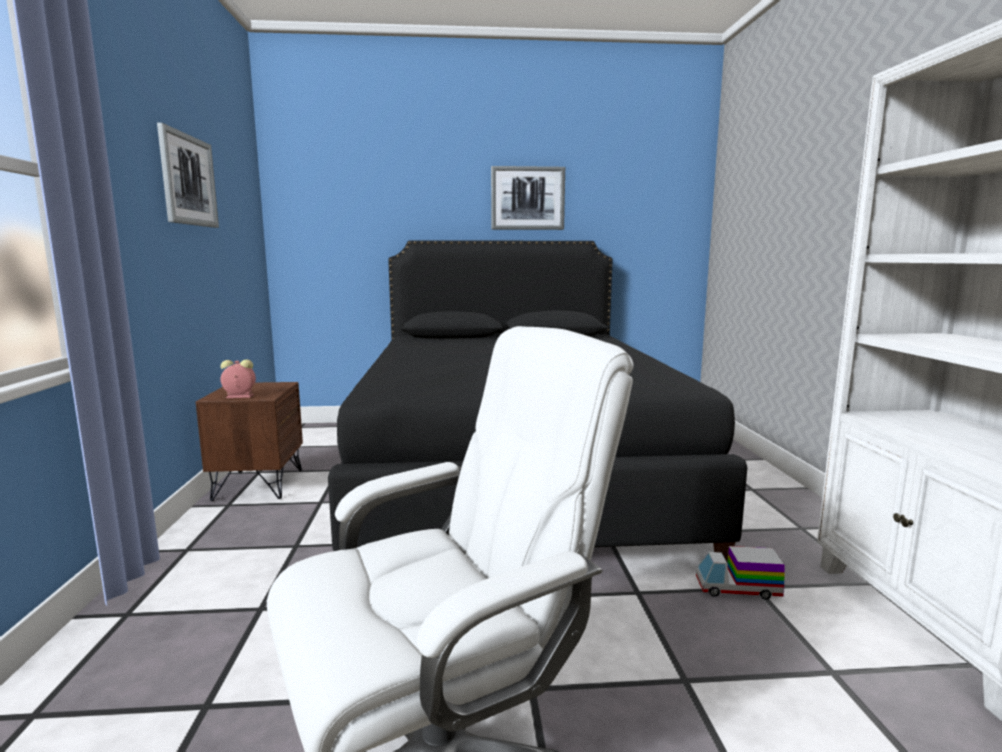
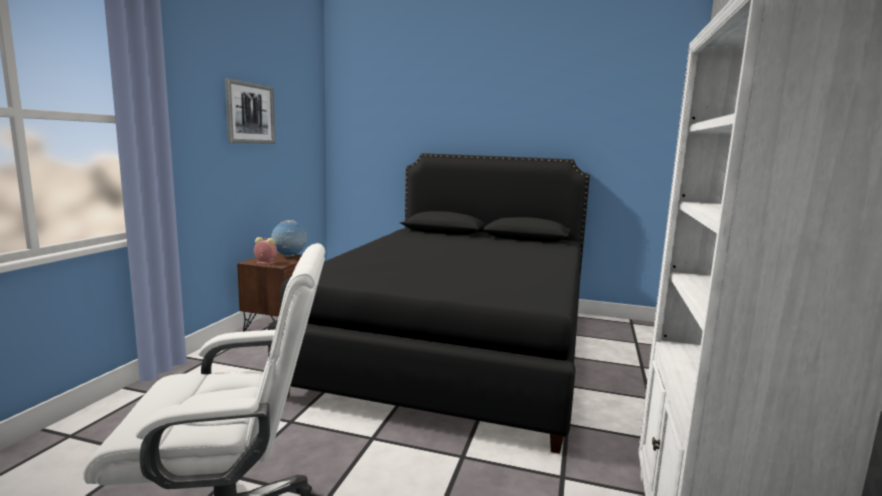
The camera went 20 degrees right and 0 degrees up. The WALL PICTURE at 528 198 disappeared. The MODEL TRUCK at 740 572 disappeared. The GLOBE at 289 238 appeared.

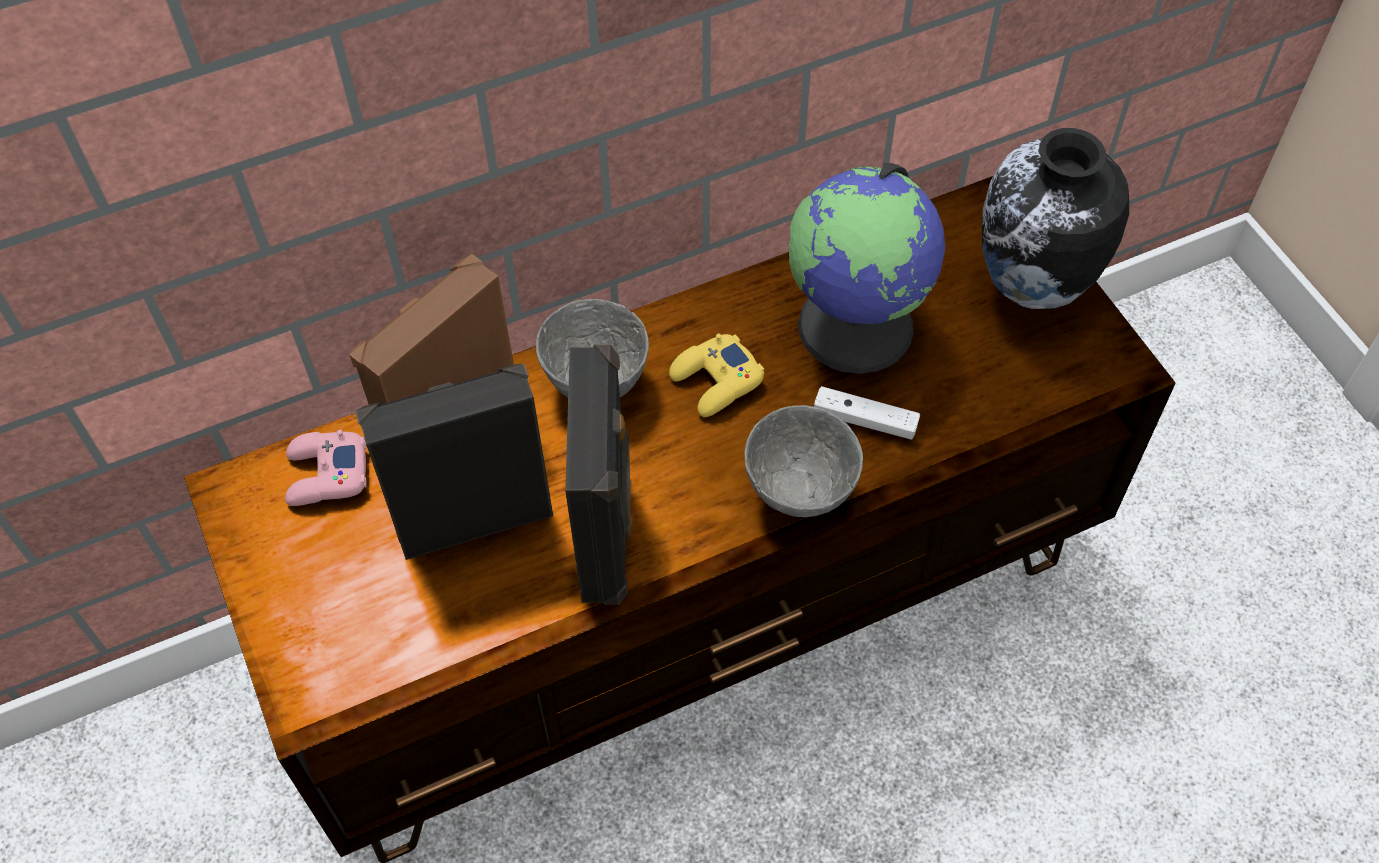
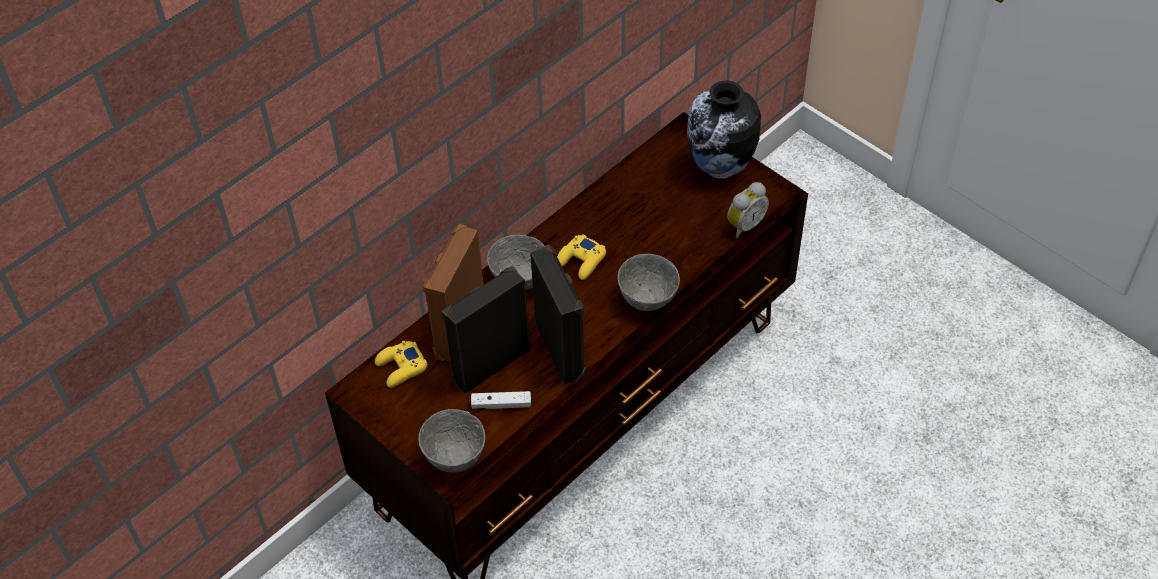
The camera went 20 degrees left and 5 degrees down. The PINK-COLOURED JOYPAD at 326 467 became the YELLOWISH JOYPAD at 401 364. The GLOBE at 867 268 disappeared. The WHITE JOYPAD moved from 867 413 to 501 400. The GREYISH DEEP DISH at 451 441 appeared. The TABLE CLOCK at 748 210 appeared.

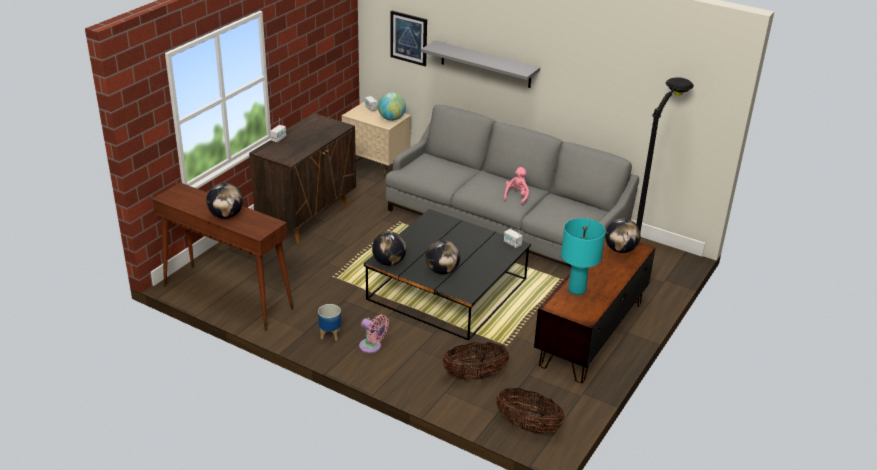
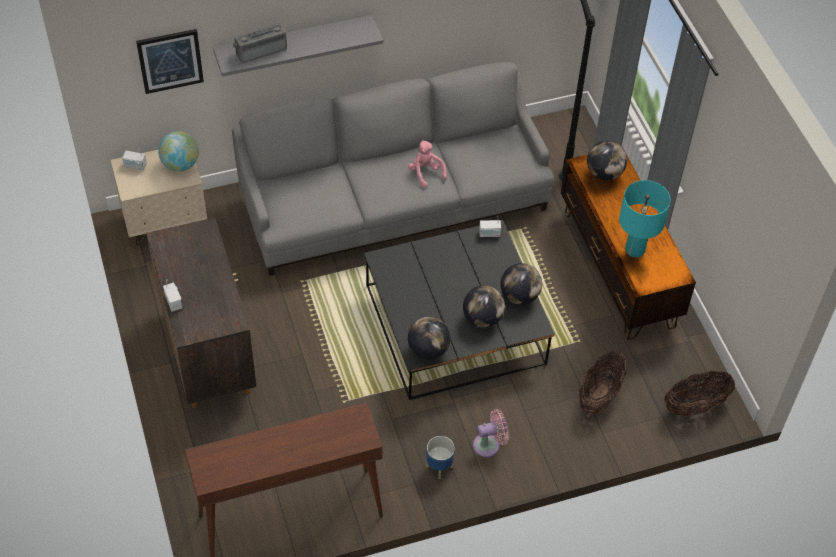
The camera went 50 degrees left and 20 degrees up. The GLOBE moved from 224 201 to 521 284. The RADIO RECEIVER at 260 43 appeared.

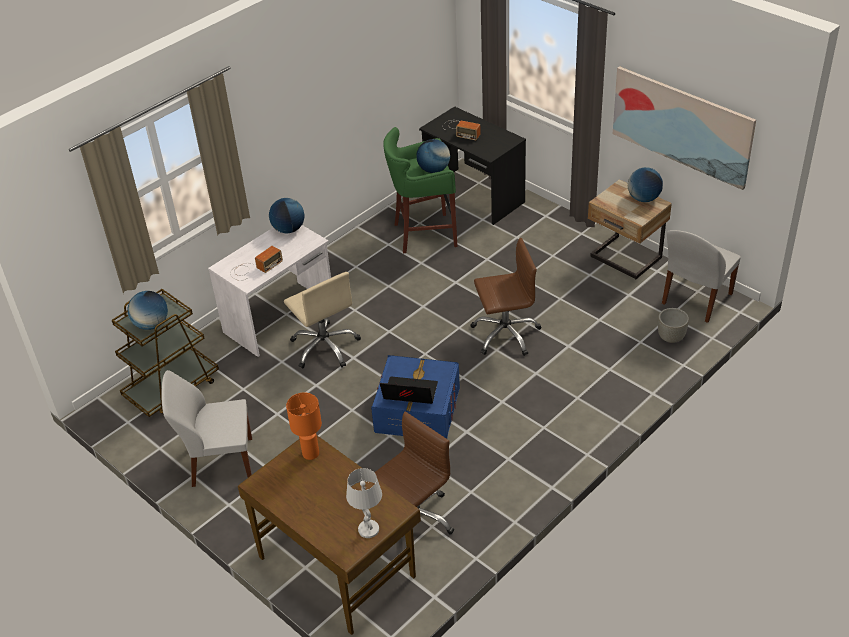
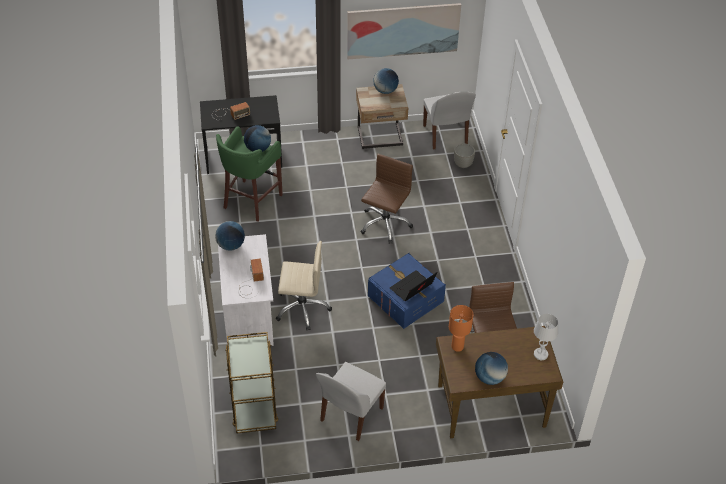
The camera went 55 degrees left and 5 degrees up. The GLOBE moved from 148 310 to 491 368.

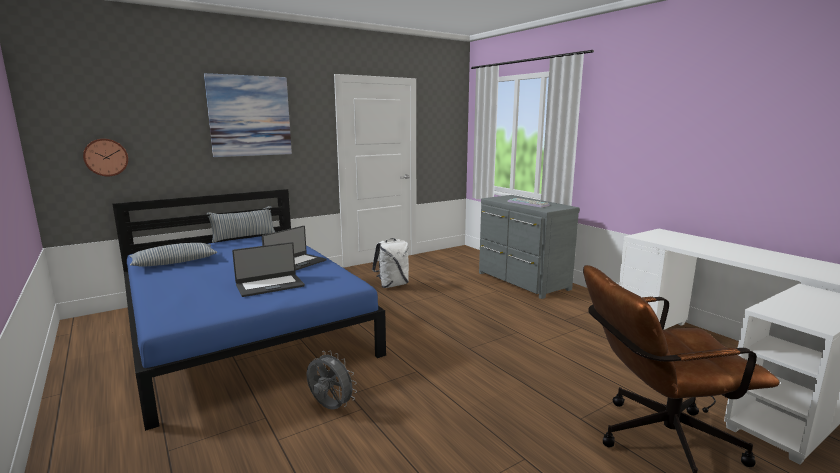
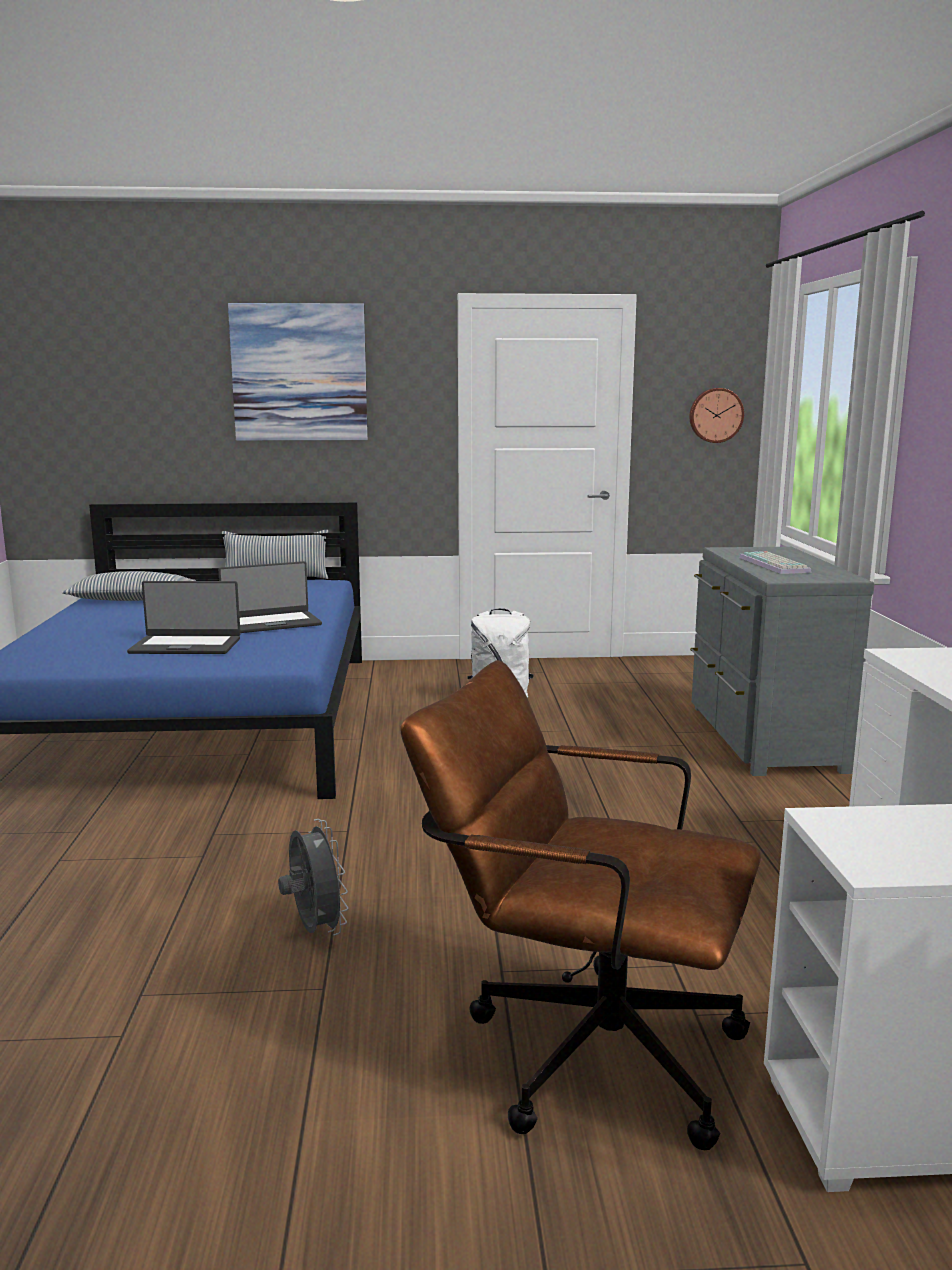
The camera went 30 degrees right and 0 degrees up. The HANGING CLOCK moved from 105 157 to 716 415. The GREYISH FAN moved from 331 380 to 313 877.

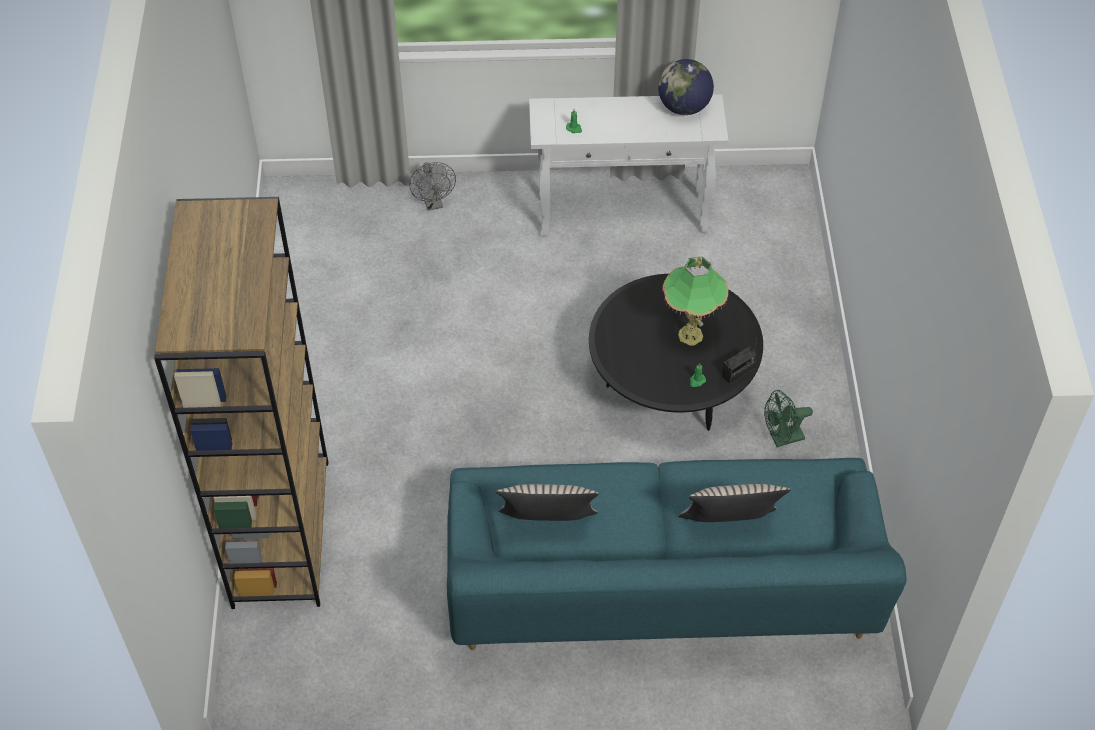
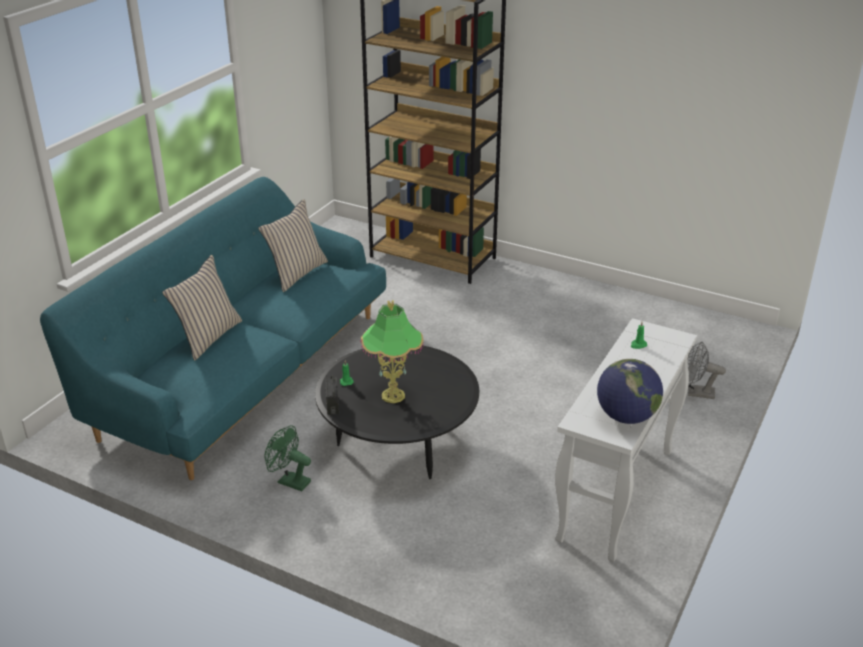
The camera went 120 degrees right and 20 degrees down. The GREEN-COLOURED FAN at 788 418 turned 75 degrees counterclockwise.

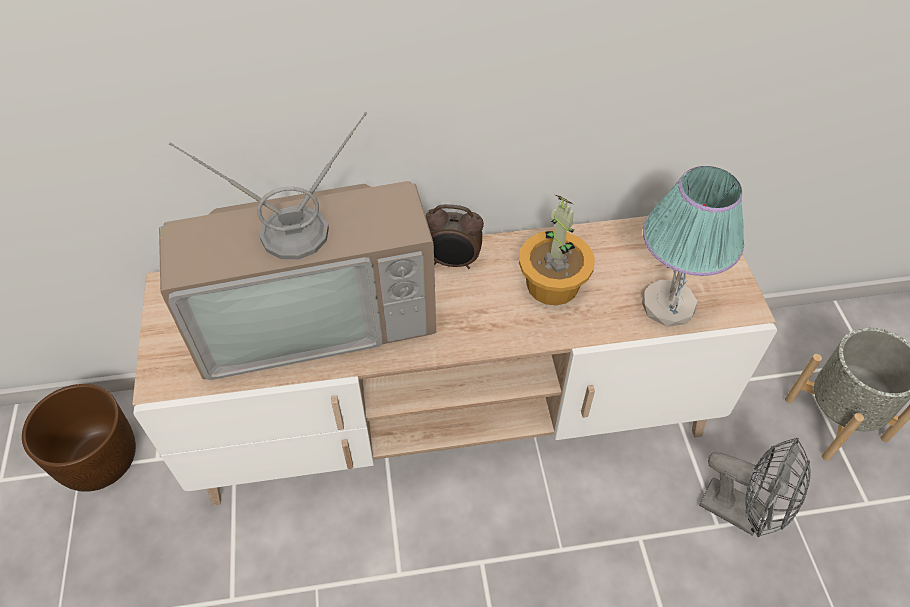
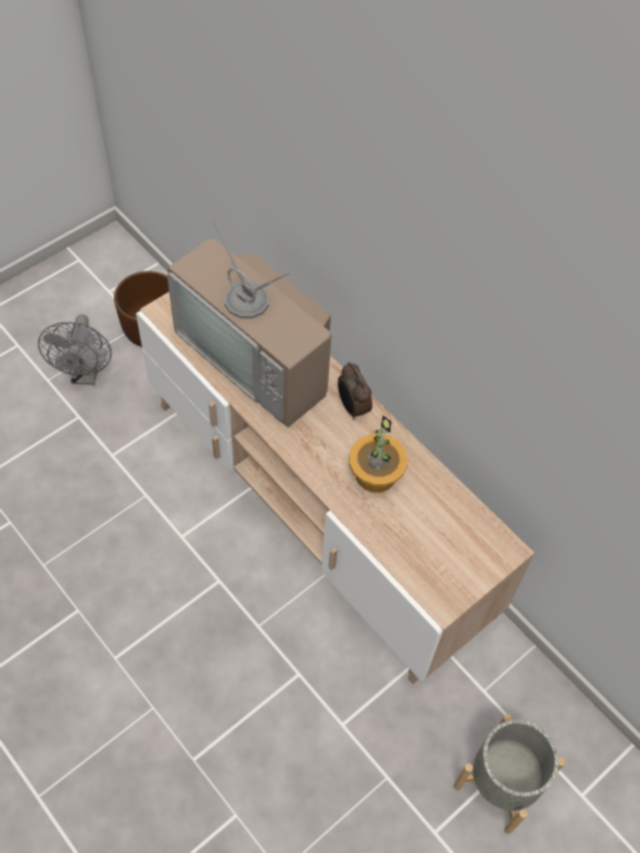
The camera went 55 degrees right and 5 degrees up. The TABLE LAMP at 693 246 disappeared. The GREYISH FAN moved from 755 488 to 75 349.

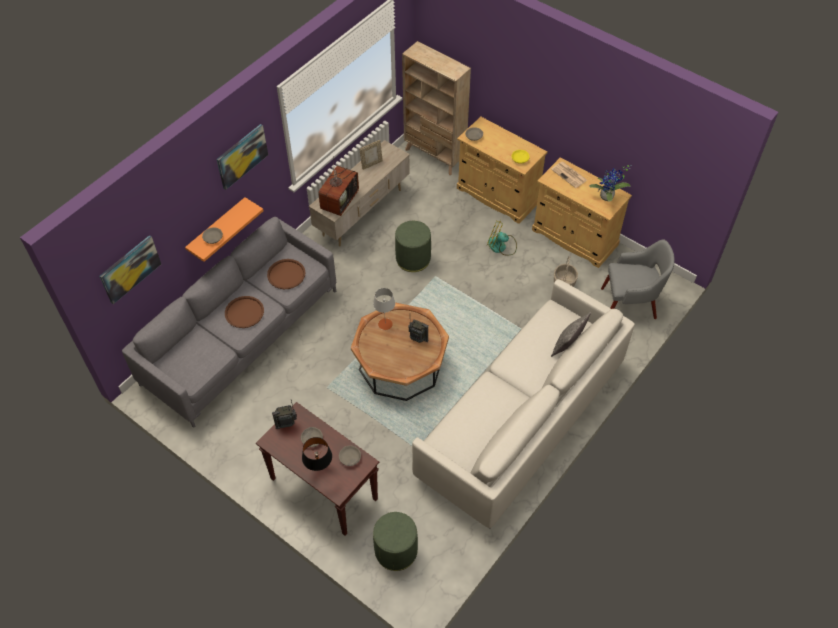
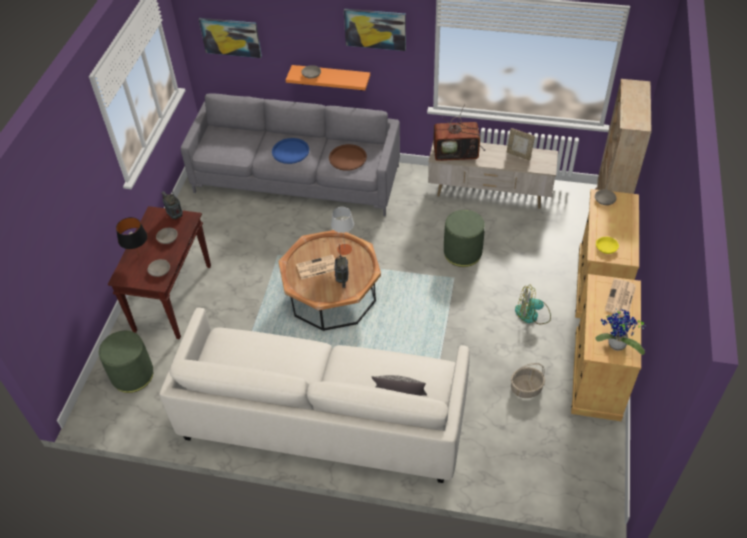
The camera went 65 degrees right and 5 degrees down. The BROWN-COLOURED SERVING TRAY at 244 312 became the BLUISH SERVING TRAY at 290 151. The FAN at 502 237 turned 75 degrees counterclockwise. The GREYISH EASY CHAIR at 637 279 disappeared. The PRINTED PAPER at 315 267 appeared.

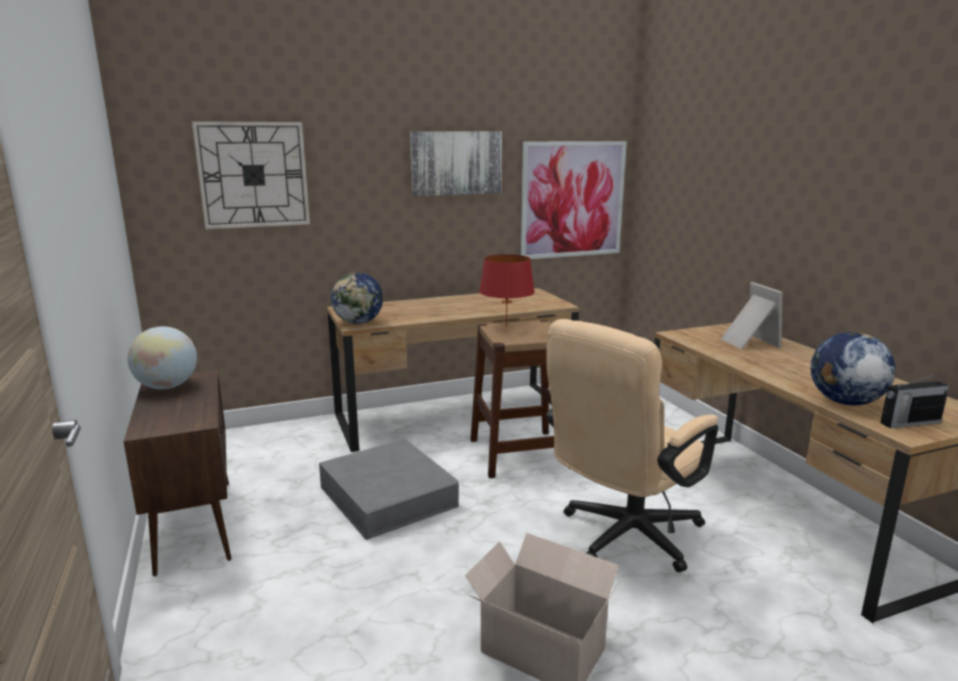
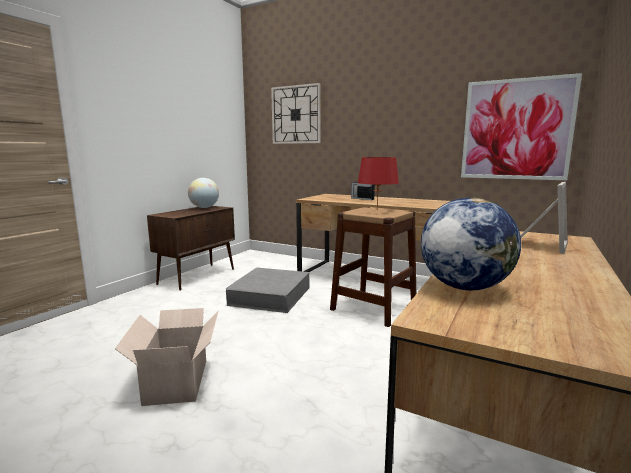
The camera went 50 degrees right and 5 degrees down. The GLOBE at 357 298 disappeared. The WALL PICTURE at 456 163 disappeared. The BEIGE-COLOURED COMPUTER CHAIR at 632 445 disappeared. The RADIO RECEIVER moved from 914 400 to 363 190.

